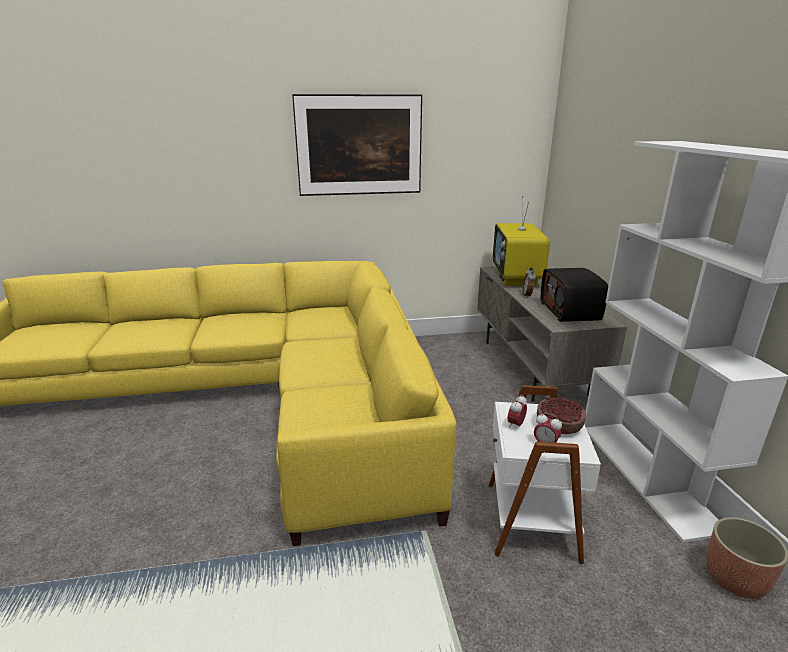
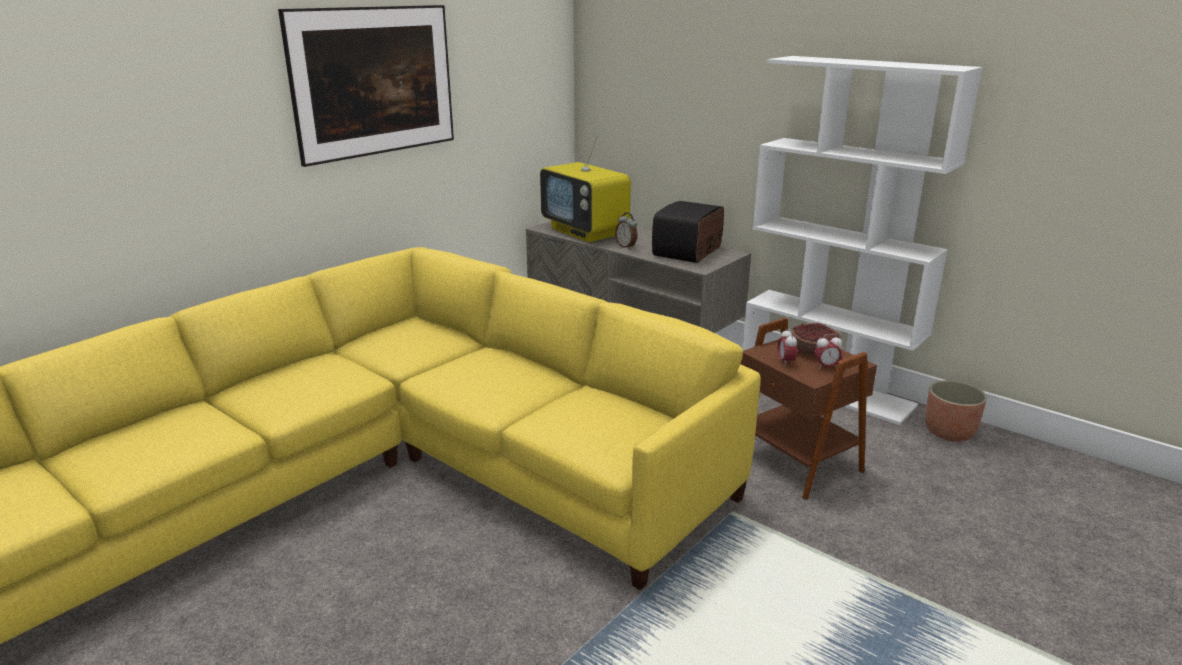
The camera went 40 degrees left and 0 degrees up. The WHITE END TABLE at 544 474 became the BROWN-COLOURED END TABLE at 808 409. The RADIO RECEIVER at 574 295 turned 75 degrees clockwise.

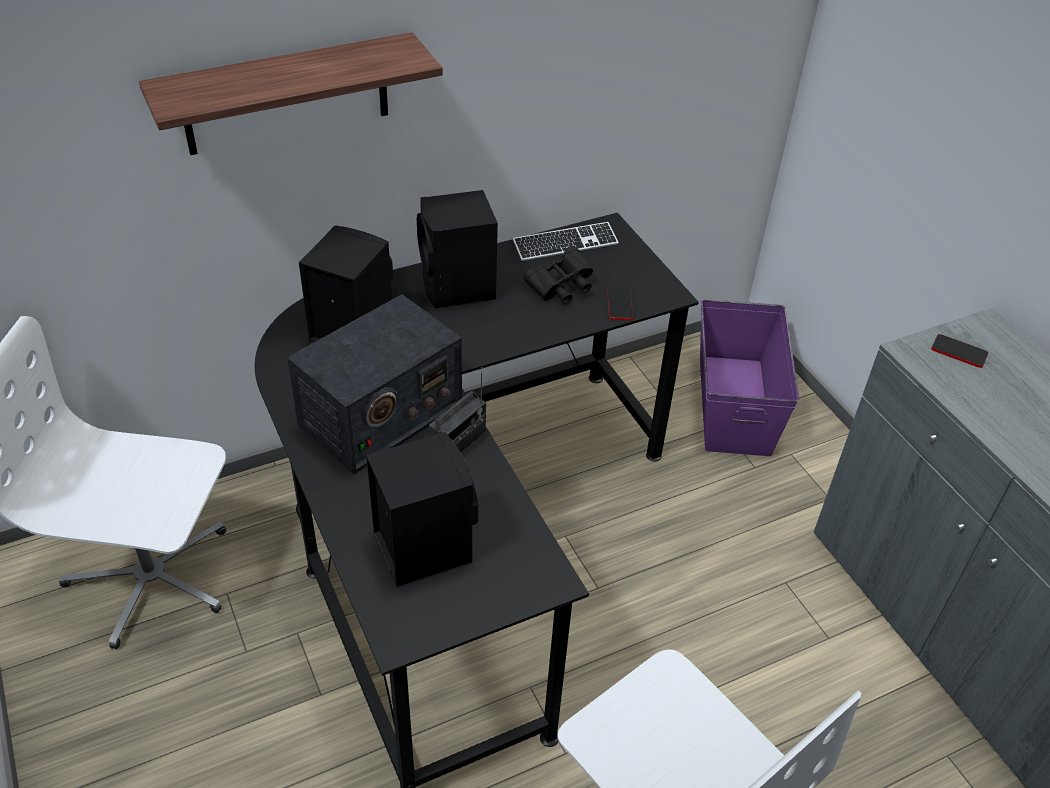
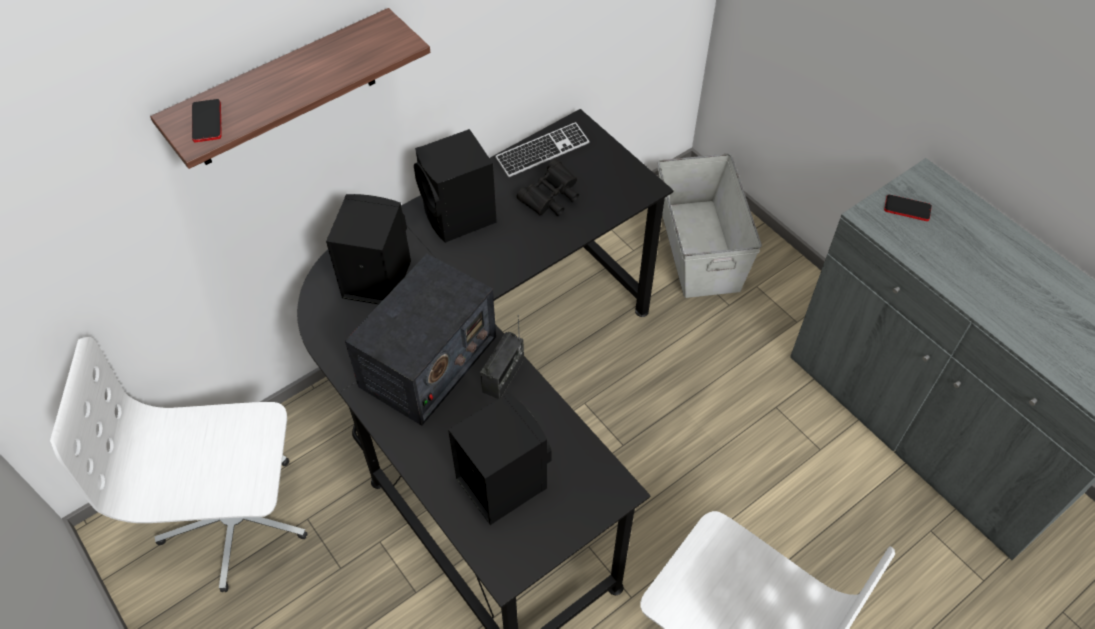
The camera went 10 degrees left and 10 degrees up. The TELEPHONE moved from 620 304 to 207 121. The PURPLISH STORAGE BIN at 749 377 became the GREYISH STORAGE BIN at 710 226.

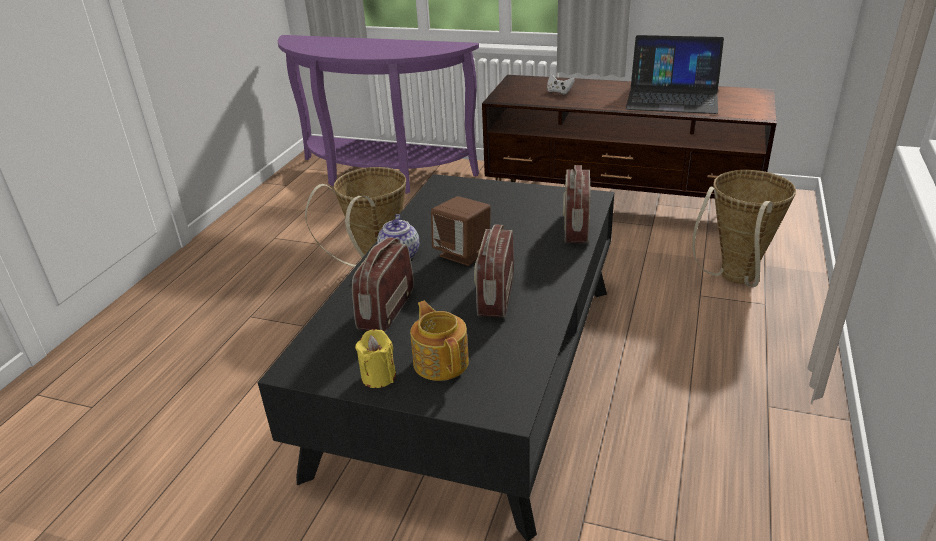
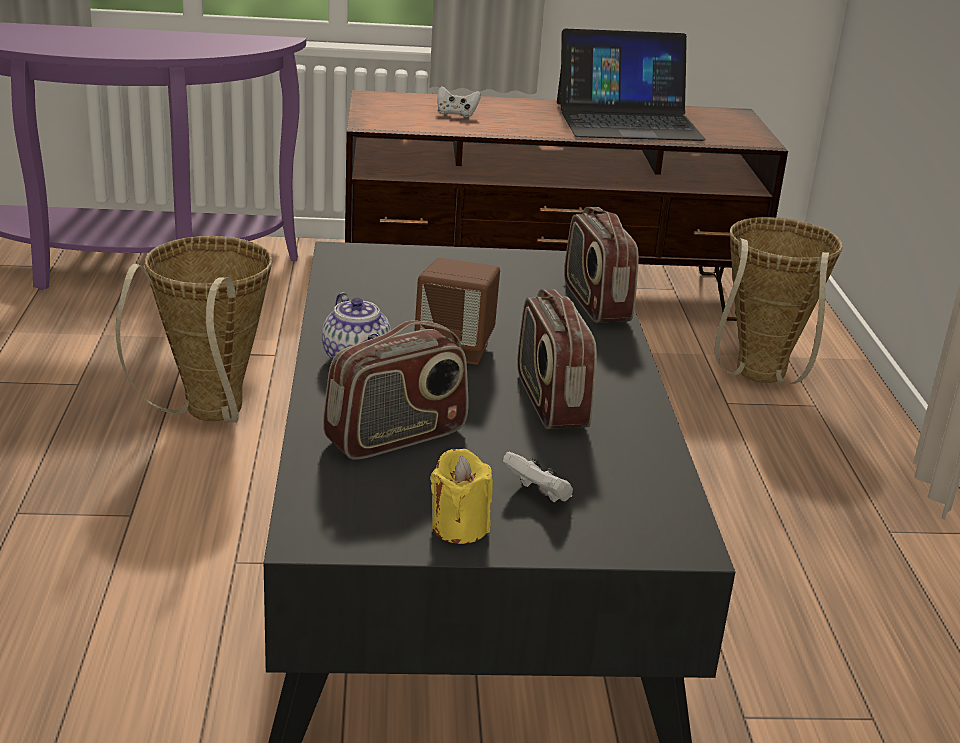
The camera went 25 degrees left and 5 degrees down. The RADIO RECEIVER at 383 284 turned 120 degrees counterclockwise. The TEA POT at 439 341 was replaced by the WHITE JOYPAD at 537 477.

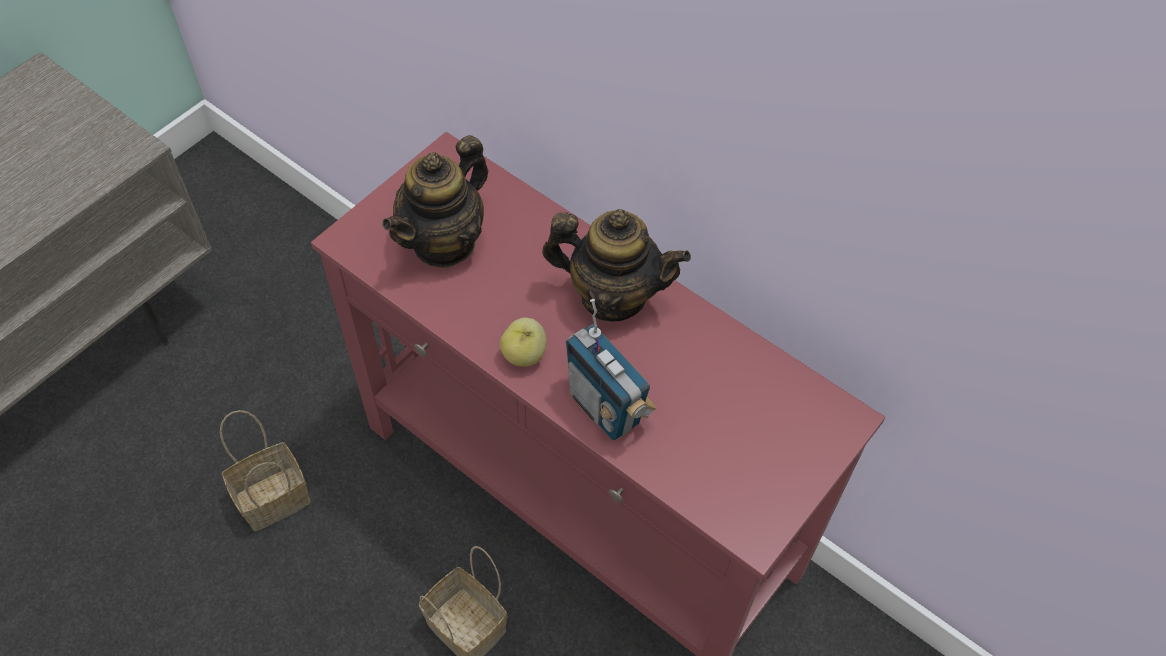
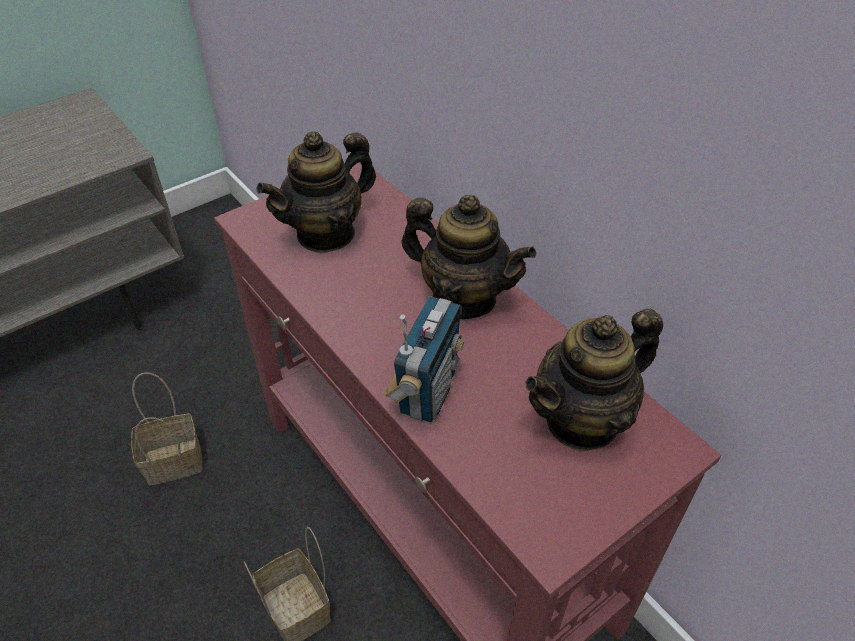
The camera went 15 degrees right and 10 degrees down. The APPLE at 523 342 disappeared. The RADIO RECEIVER at 611 370 turned 135 degrees counterclockwise. The TEA POT at 594 380 appeared.

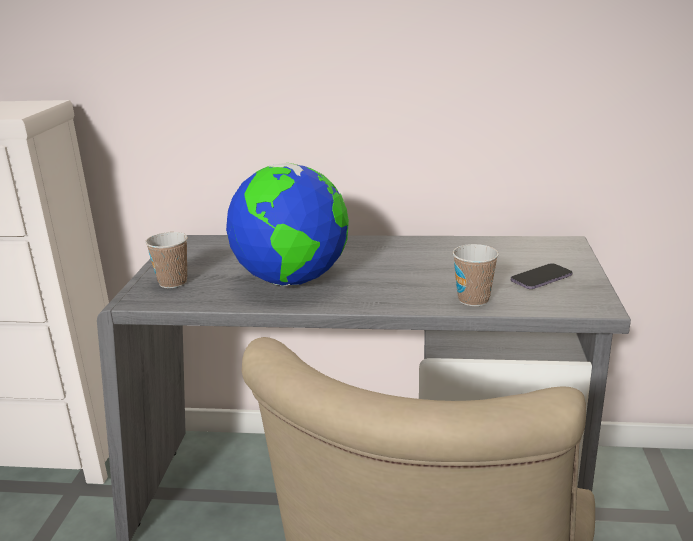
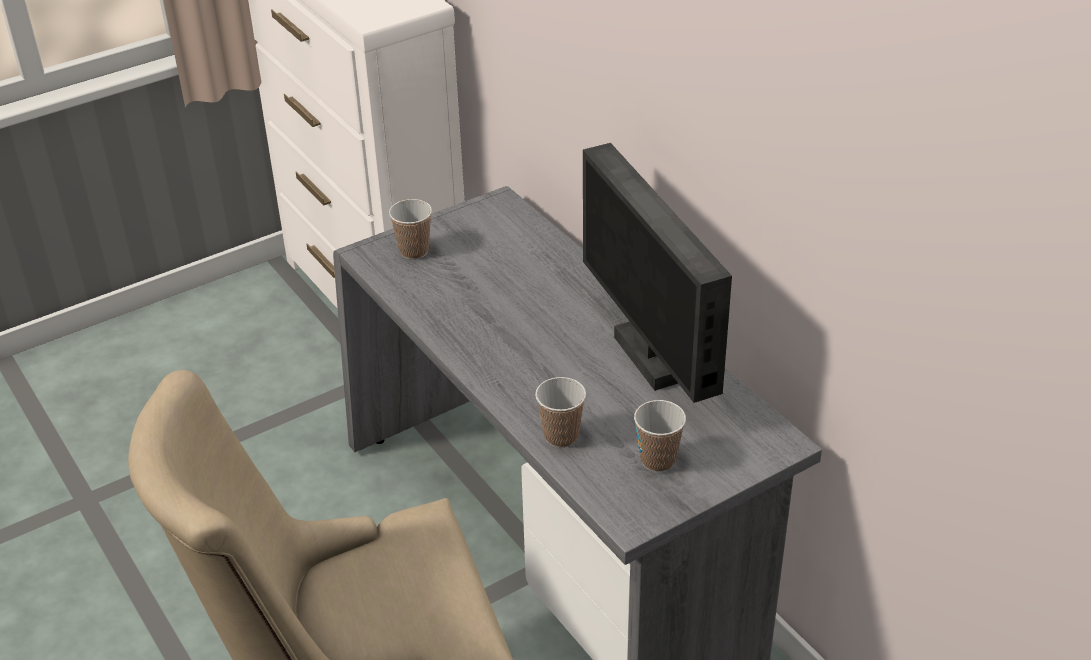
The camera went 50 degrees right and 15 degrees up. The GLOBE at 287 224 disappeared. The TELEPHONE at 541 276 was replaced by the DRINKING CUP at 660 436. The COMPUTER SCREEN at 657 273 appeared.

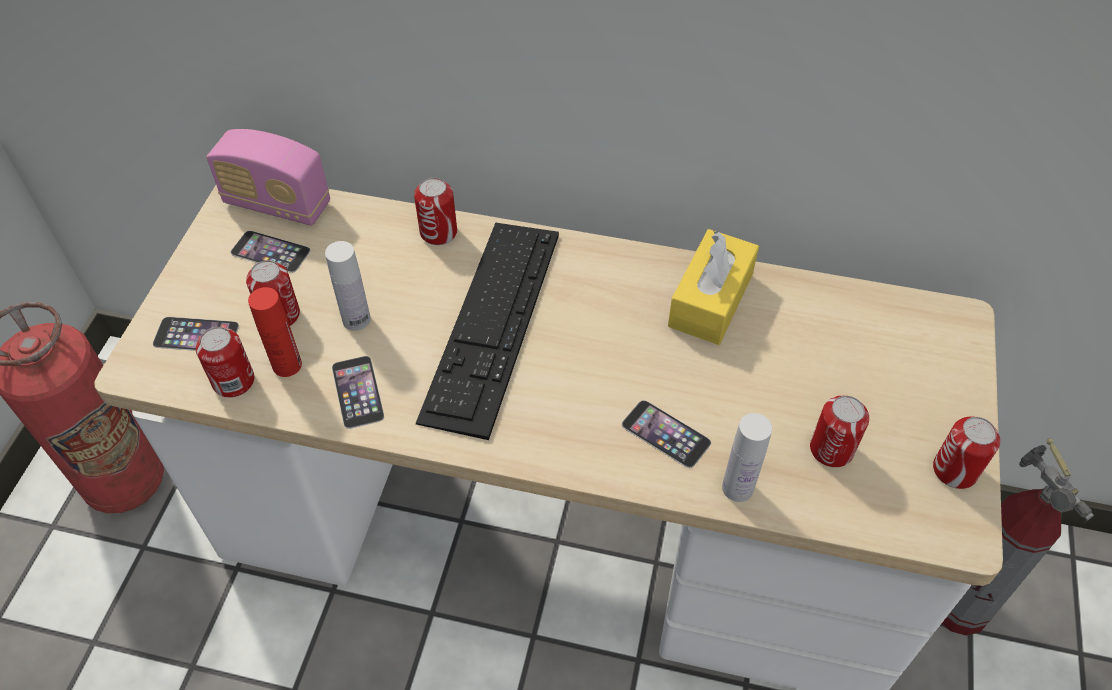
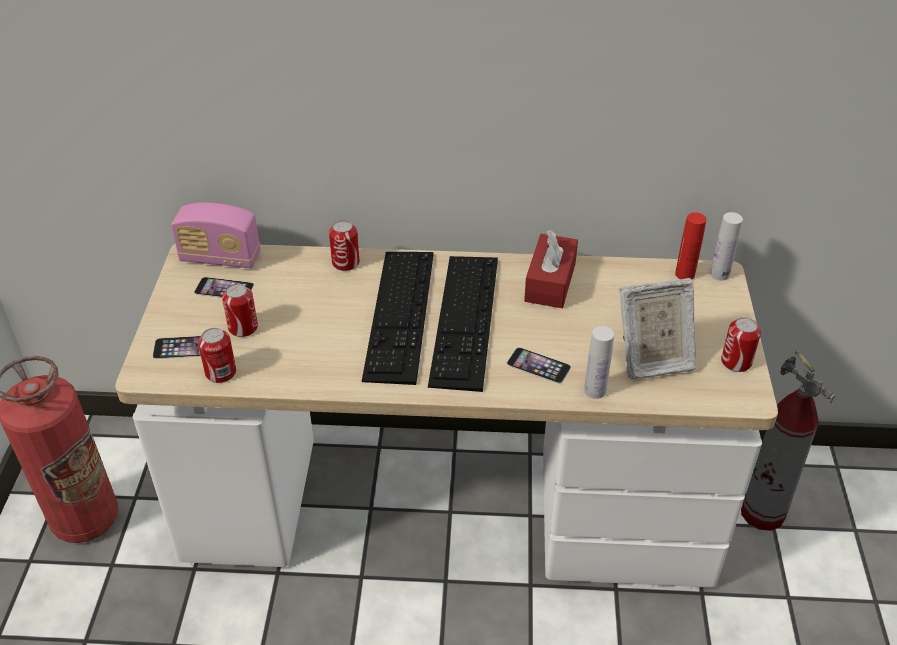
The camera went 10 degrees left and 10 degrees down. The RED BEVERAGE BOTTLE moved from 275 332 to 691 245. The WHITE BEVERAGE BOTTLE moved from 348 286 to 726 246. The TELEPHONE at 358 392 disappeared. The YELLOWISH BOX OF TISSUES at 713 287 became the RED BOX OF TISSUES at 551 269. The SEALED CAN at 839 431 was replaced by the PICTURE FRAME at 658 328. The PC KEYBOARD at 463 324 appeared.

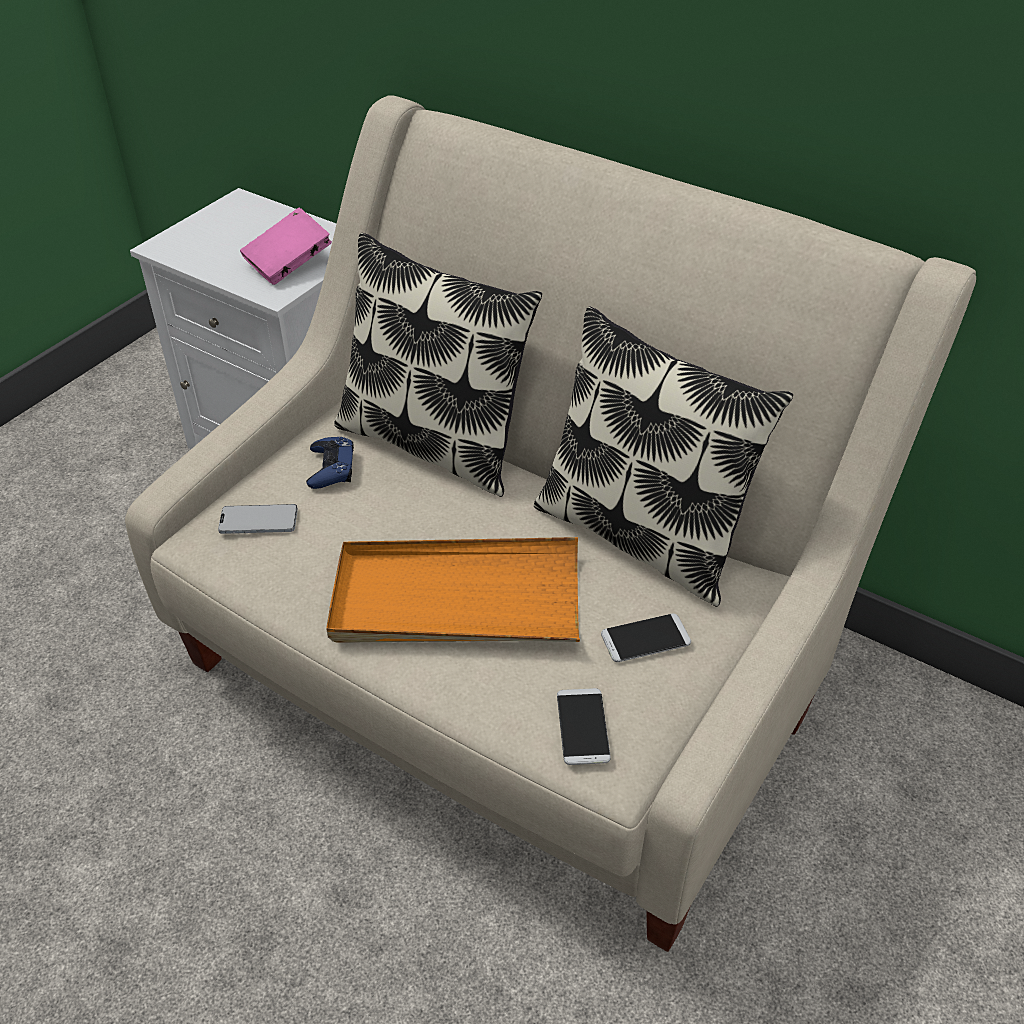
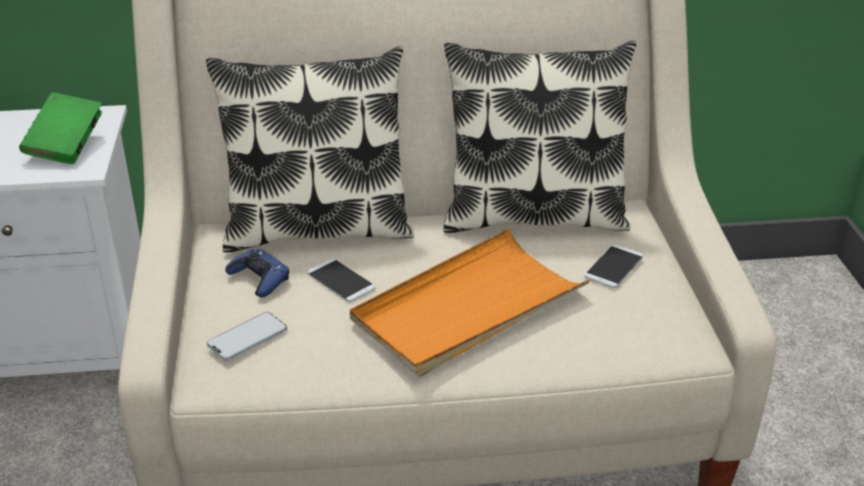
The camera went 40 degrees left and 10 degrees down. The PINK-COLOURED BOUND BOOK at 286 246 became the GREEN-COLOURED BOUND BOOK at 60 128. The TELEPHONE moved from 584 726 to 341 280.

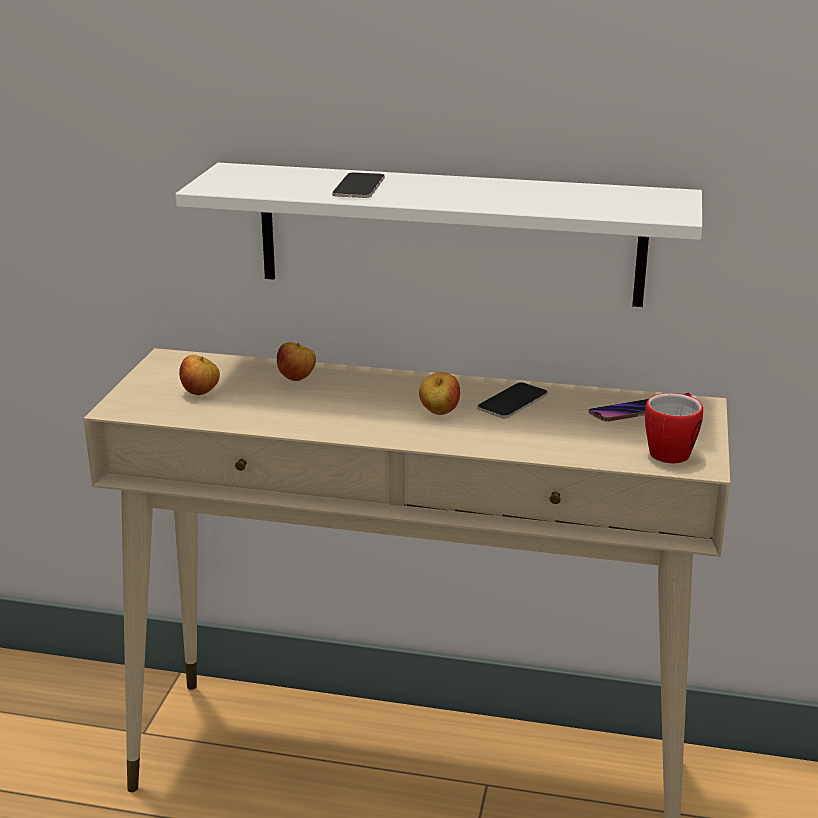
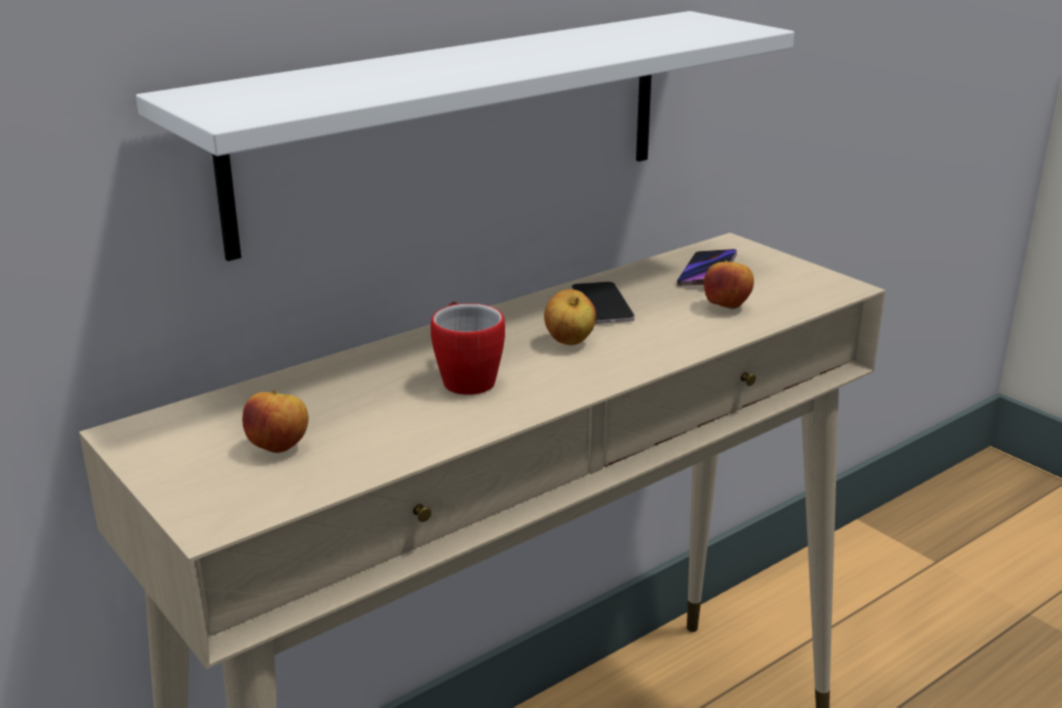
The camera went 50 degrees left and 0 degrees up. The APPLE moved from 296 361 to 729 284. The TELEPHONE at 358 185 disappeared. The COFFEE MUG moved from 674 428 to 468 348.

